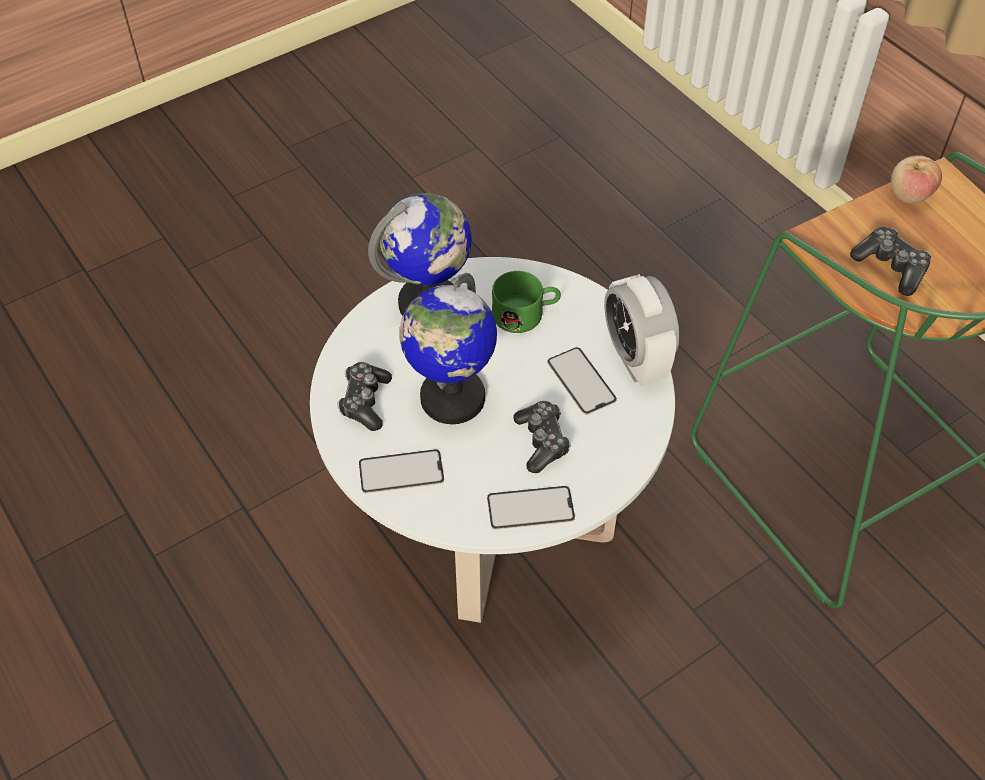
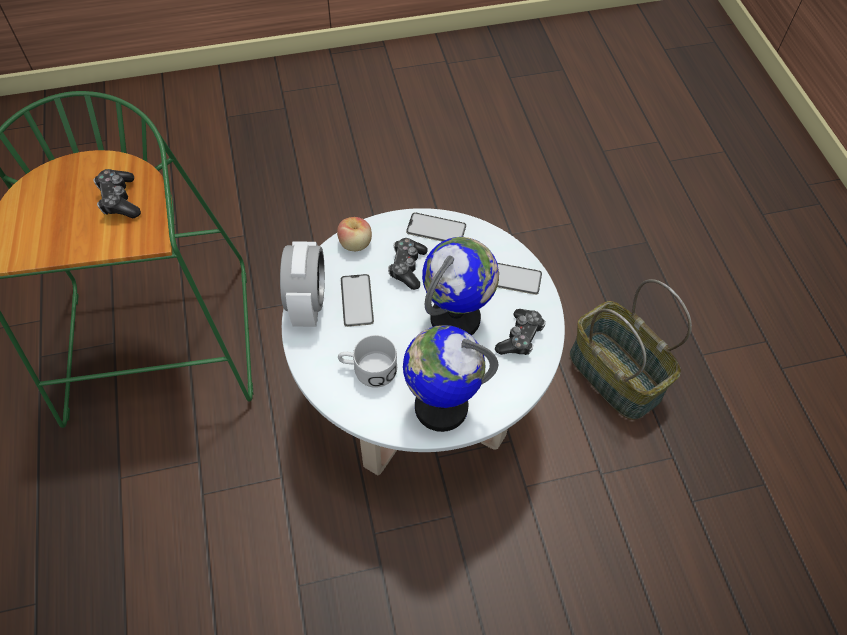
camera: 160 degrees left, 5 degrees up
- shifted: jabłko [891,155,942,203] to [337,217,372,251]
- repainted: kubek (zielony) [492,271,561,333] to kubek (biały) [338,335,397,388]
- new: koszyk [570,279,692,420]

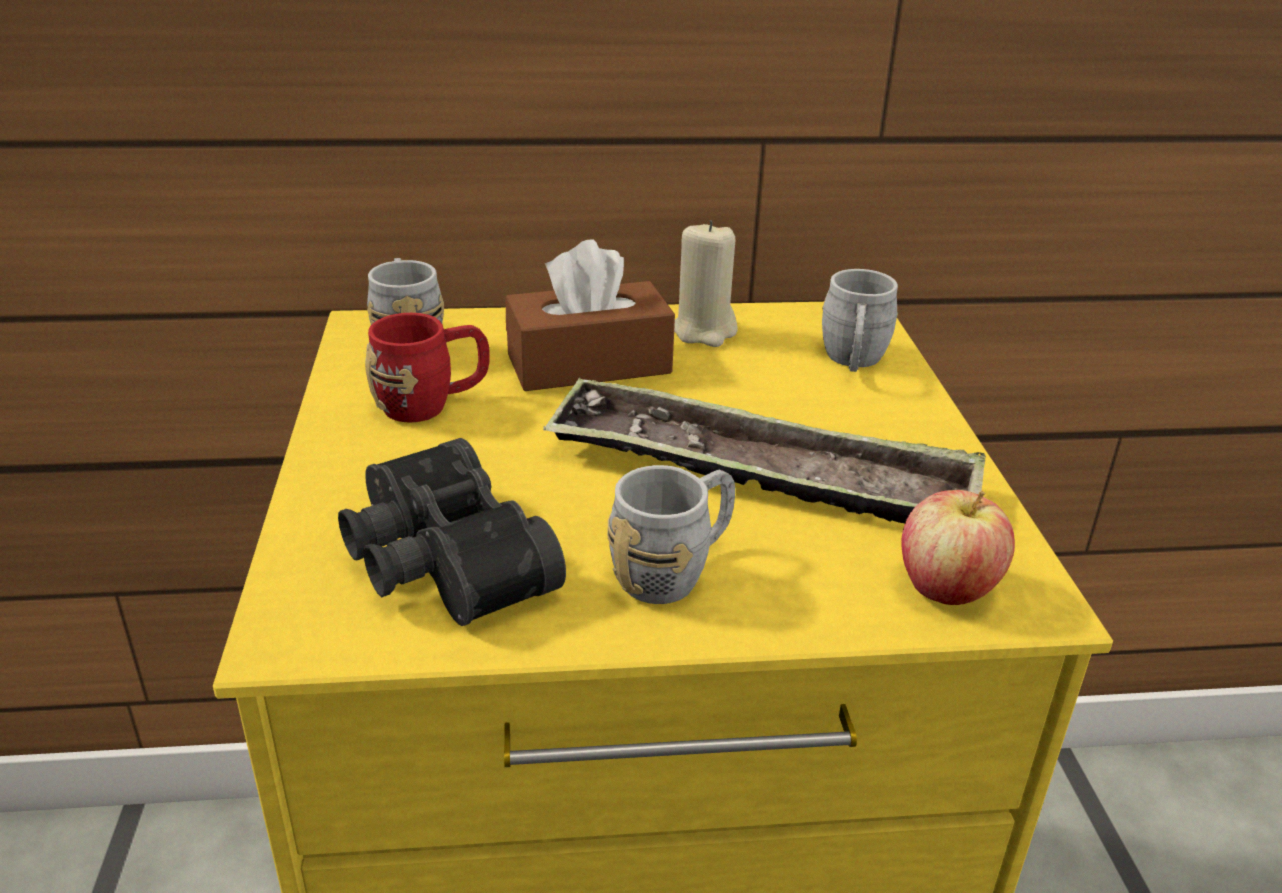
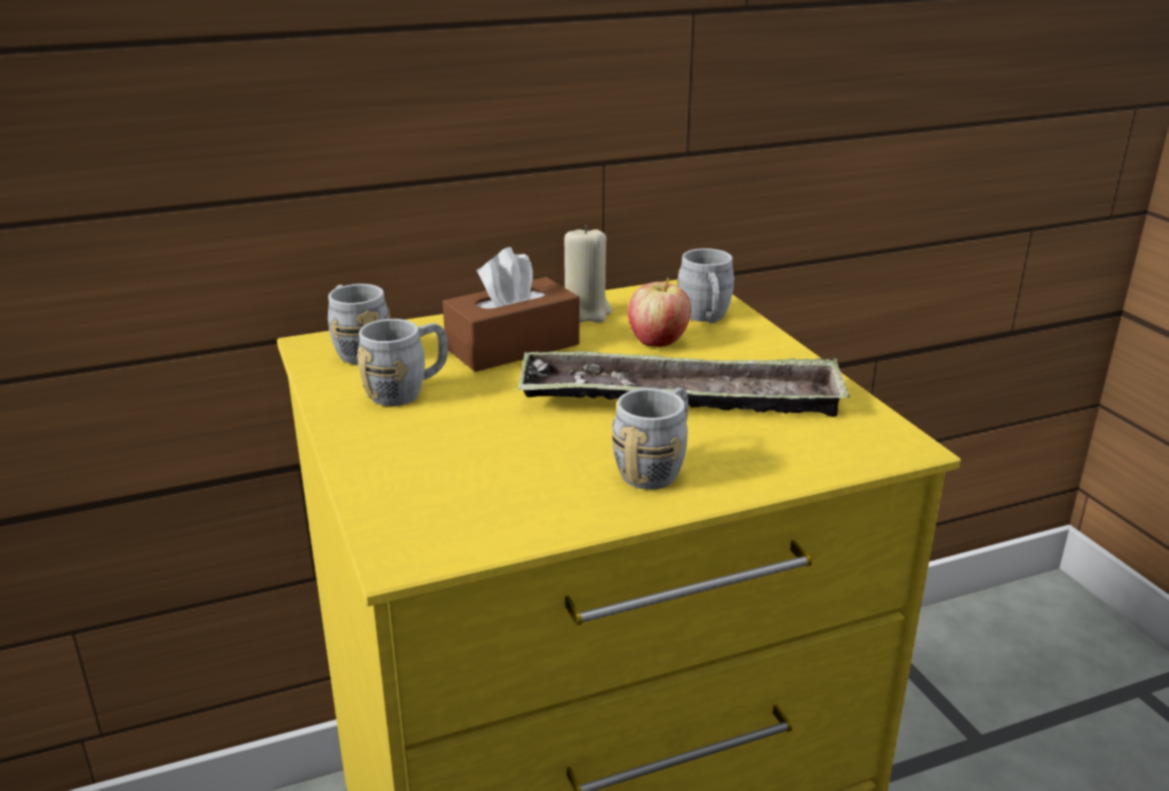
camera: 15 degrees left, 5 degrees down
- repainted: kubek (czerwony) [365,313,490,422] to kubek (szary) [357,319,448,406]
- shifted: jabłko [901,490,1015,605] to [628,278,691,347]
- gone: lornetka (czarny) [338,438,566,626]

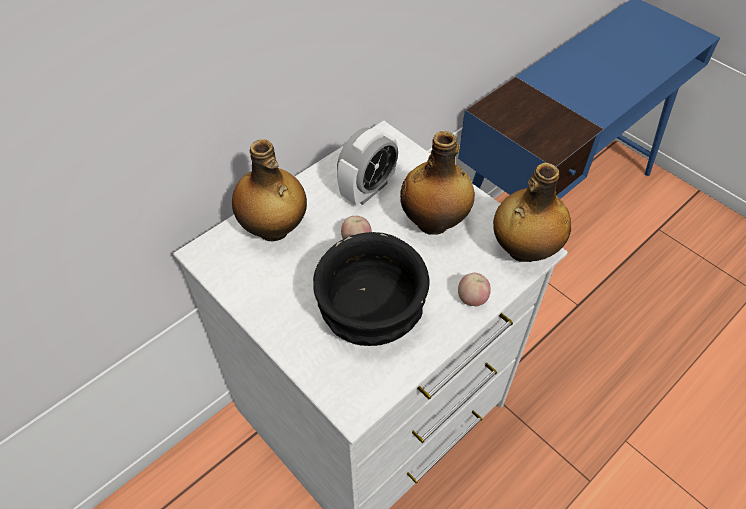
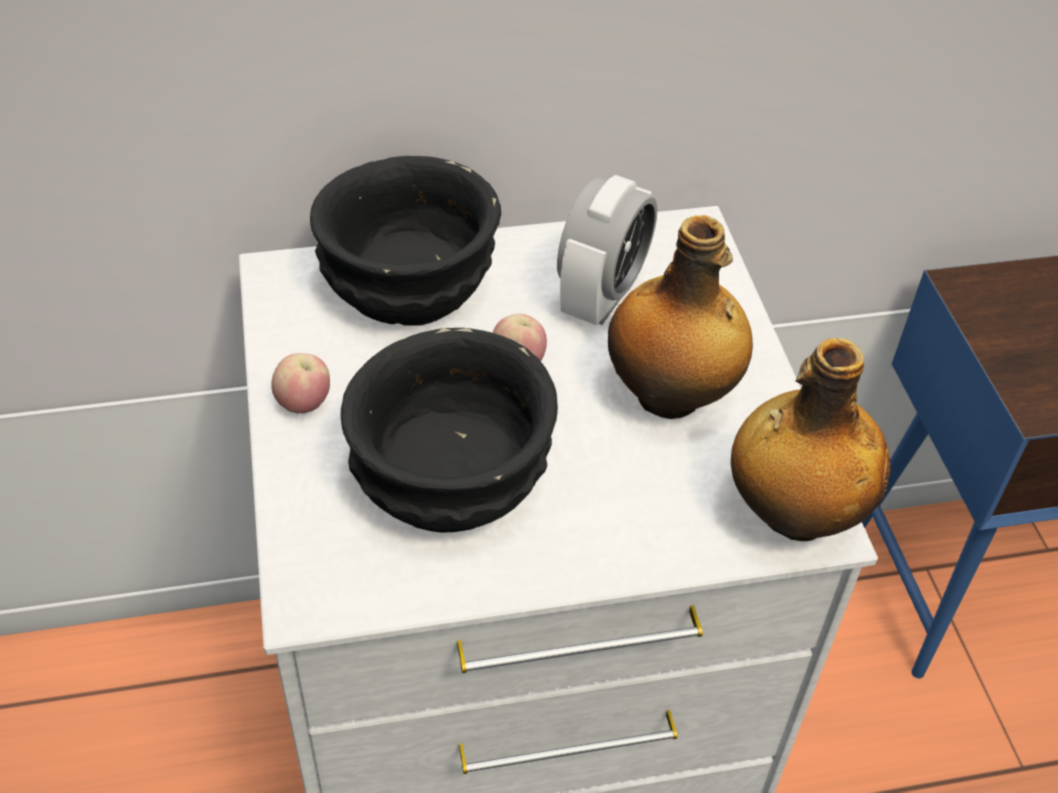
camera: 30 degrees right, 5 degrees down
- shifted: jabłko [458,273,491,306] to [271,353,330,414]
- swapped: butelka [232,139,307,241] to miska (czarny) [310,156,501,325]
- rotated: budzik [337,128,398,205] = [557,175,658,325] 45 degrees counterclockwise

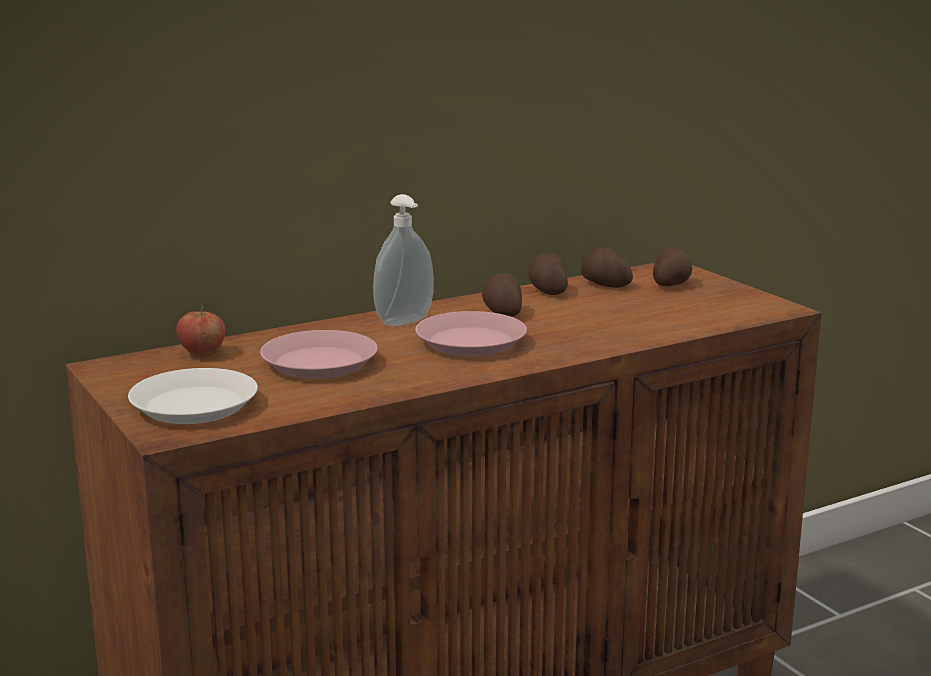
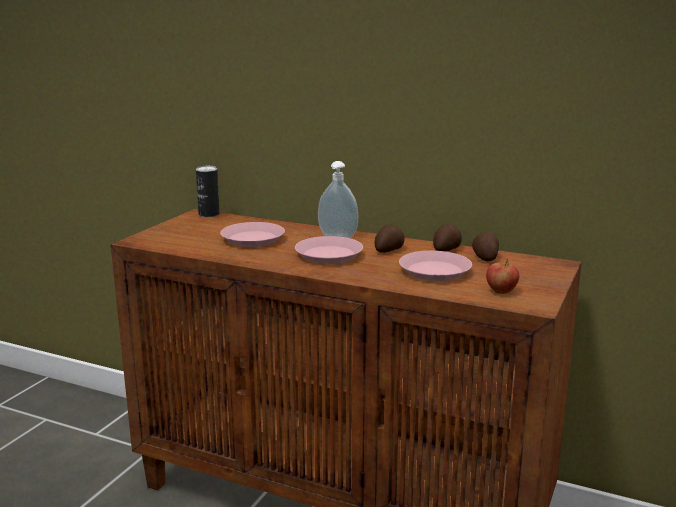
camera: 55 degrees right, 0 degrees up
- new: puszka [196,166,220,217]
- new: talerz (różowy) [399,251,472,281]
- shifted: jabłko [176,304,225,357] to [486,259,519,294]
- gone: talerz (biały) [128,368,258,424]
- gone: ziemniak [653,248,692,286]

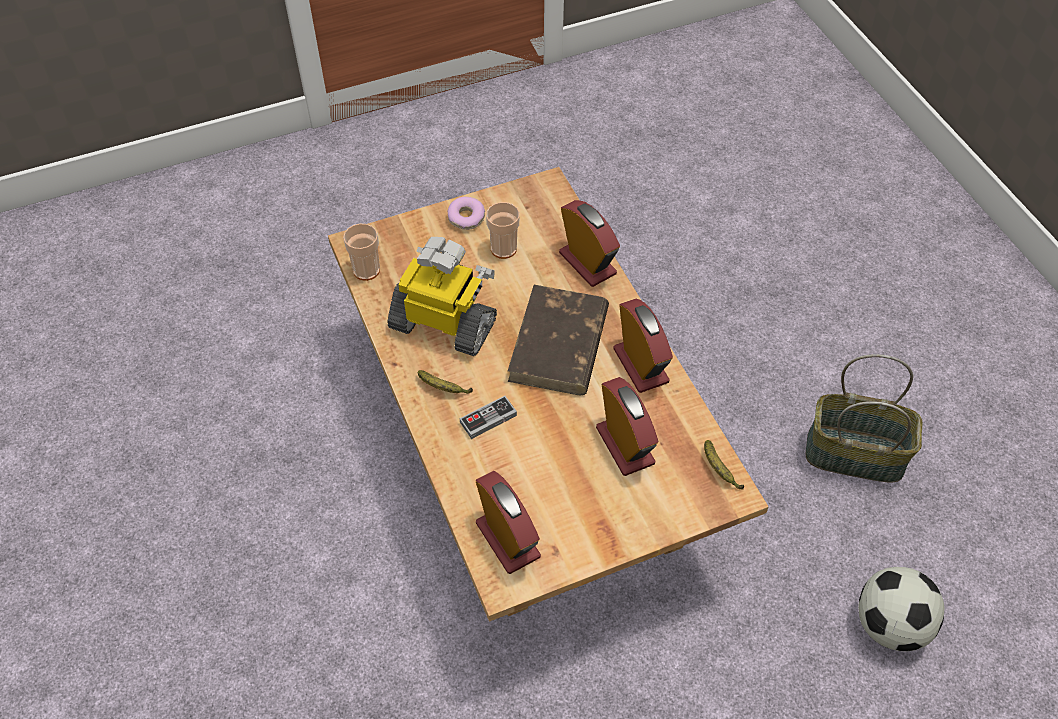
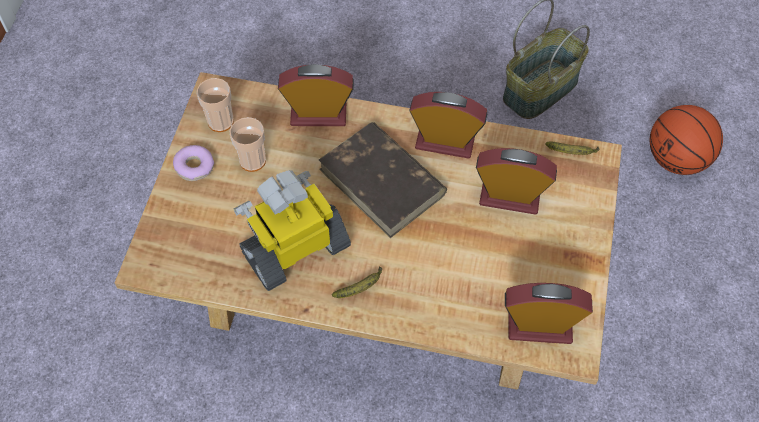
camera: 55 degrees left, 5 degrees up
- shifted: filiżanka [343,223,380,281] to [197,78,234,132]
- swapped: piłka futbolowa [858,567,944,651] to piłka do koszykówki [650,105,723,175]
- gone: pad do gier [460,396,517,439]

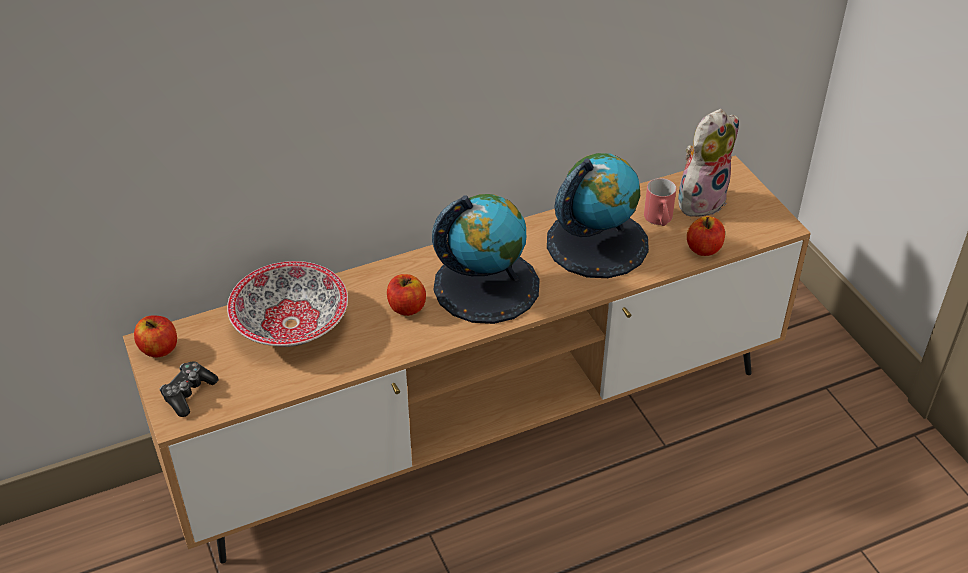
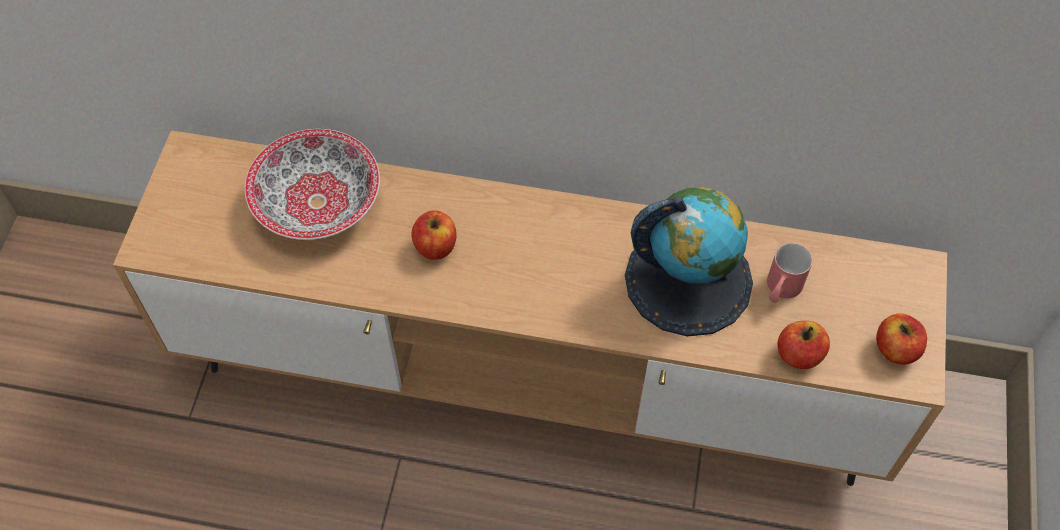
camera: 35 degrees right, 15 degrees up
- shifted: jabłko [134,315,177,357] to [876,313,927,365]
- gone: pad do gier [160,361,219,417]
- gone: globus [432,194,540,324]
- gone: pluszak [678,109,739,217]

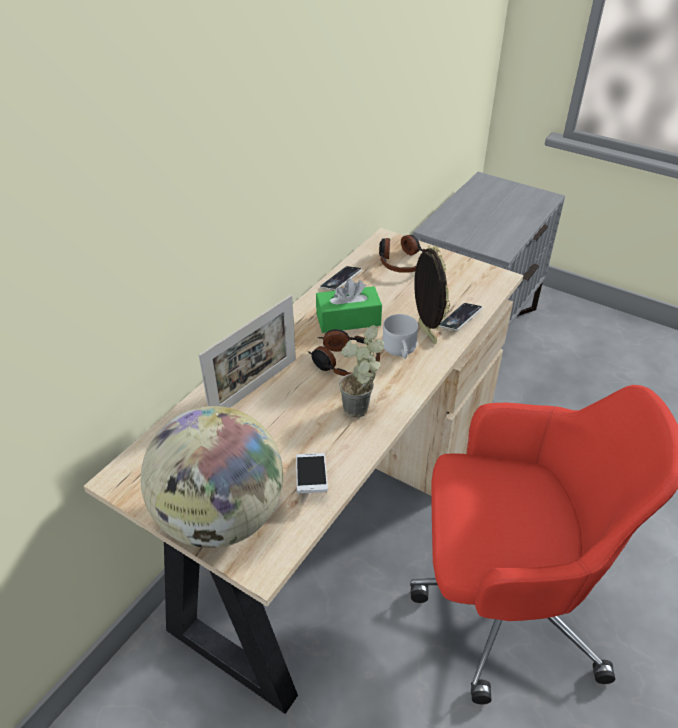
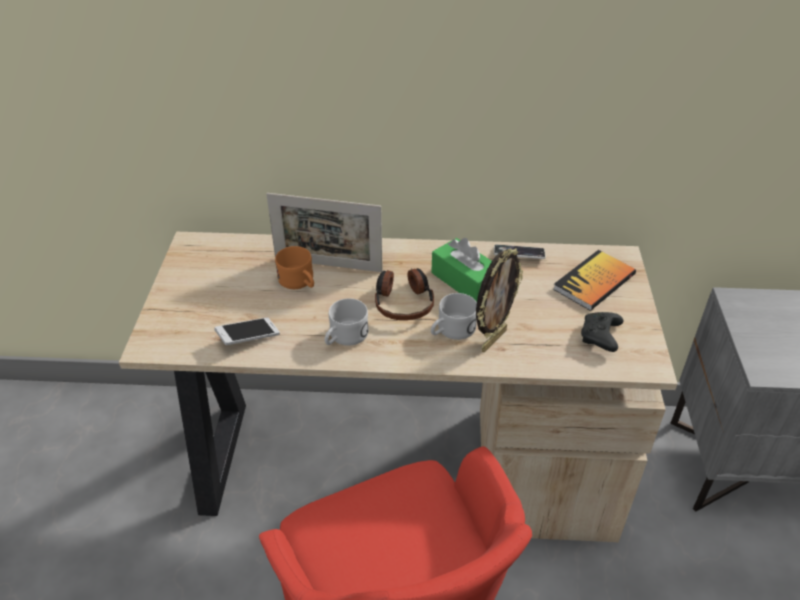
camera: 60 degrees right, 0 degrees up
- new: kubek (pomarańczowy) [275,246,314,289]
- swapped: roślina doniczkowa [339,325,385,418] to kubek (biały) [325,298,369,346]
- swapped: słuchawki [379,235,425,273] to książka [553,250,636,311]
- new: pad do gier (czarny) [581,312,624,352]
- gone: globus [141,406,283,548]
- gone: telefon [439,303,483,331]

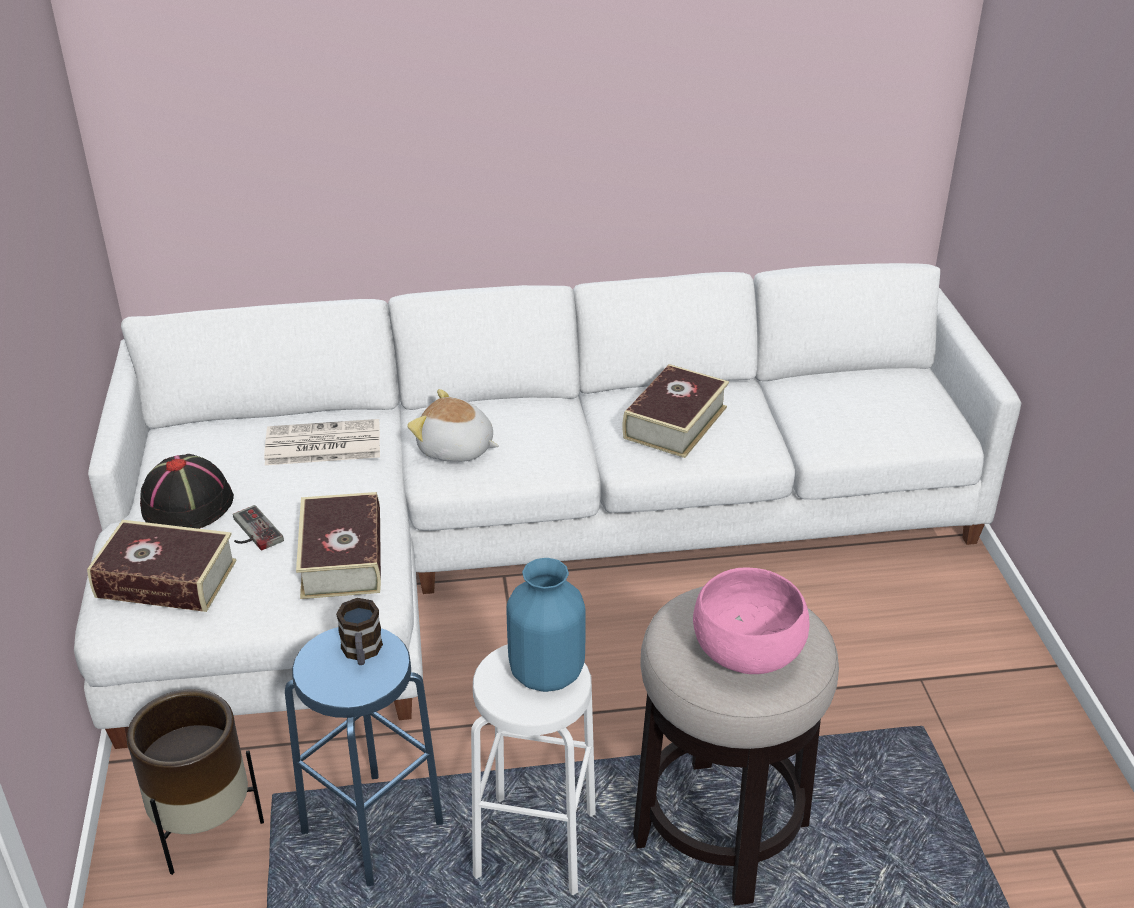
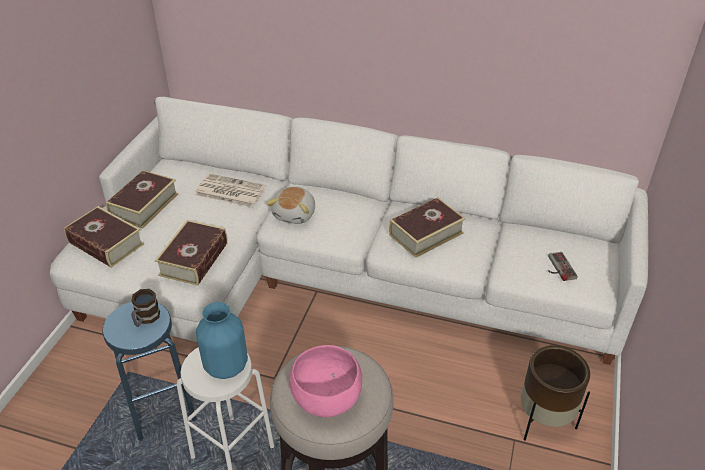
camera: 25 degrees right, 5 degrees up
- swapped: kapelusz (czarny) [140,454,234,529] to książka [106,170,178,228]
- rotated: pluszak [407,389,499,462] = [267,187,315,224] 120 degrees counterclockwise
- shifted: donica (brązowy) [127,689,264,875] to [521,345,590,441]
- shifted: pad do gier [233,505,284,551] to [548,252,578,281]

